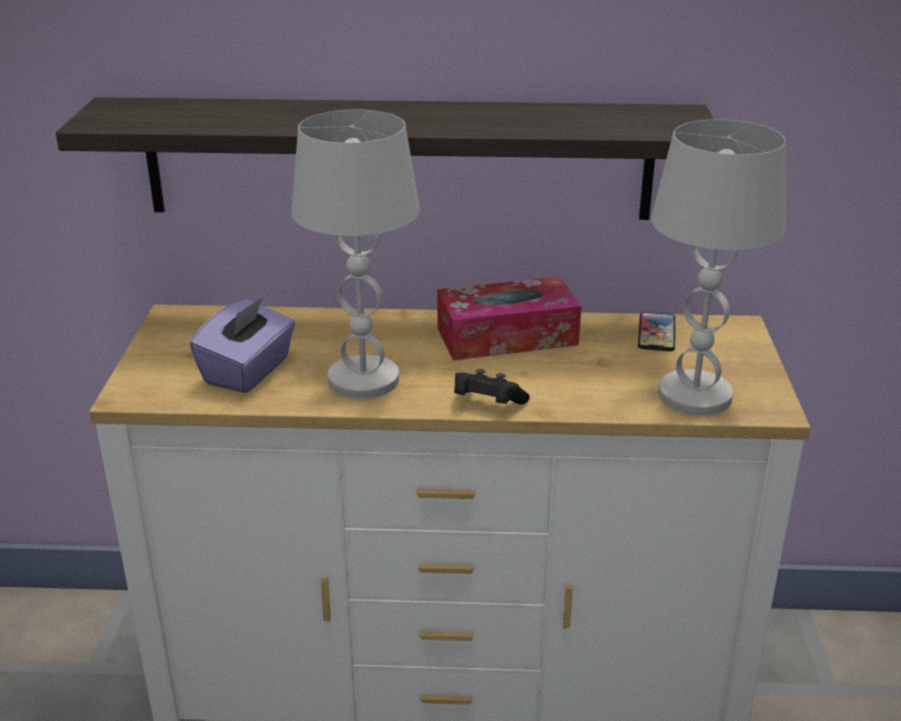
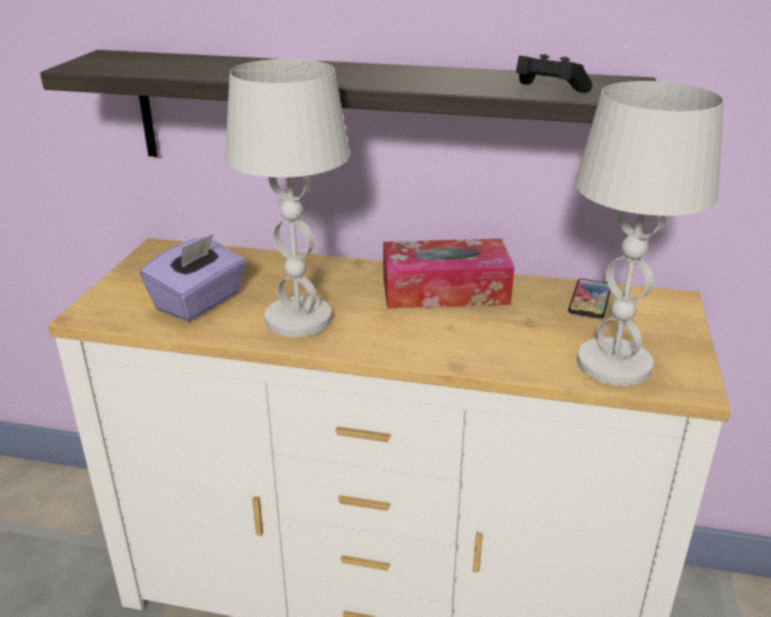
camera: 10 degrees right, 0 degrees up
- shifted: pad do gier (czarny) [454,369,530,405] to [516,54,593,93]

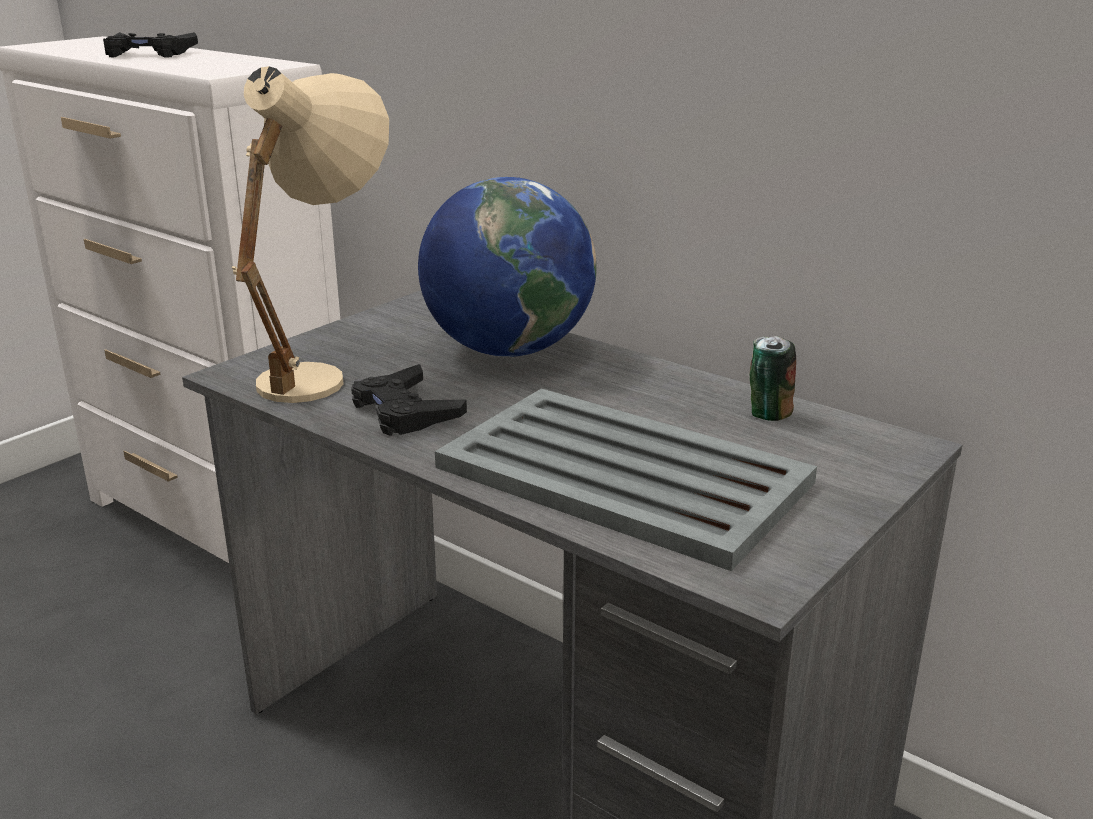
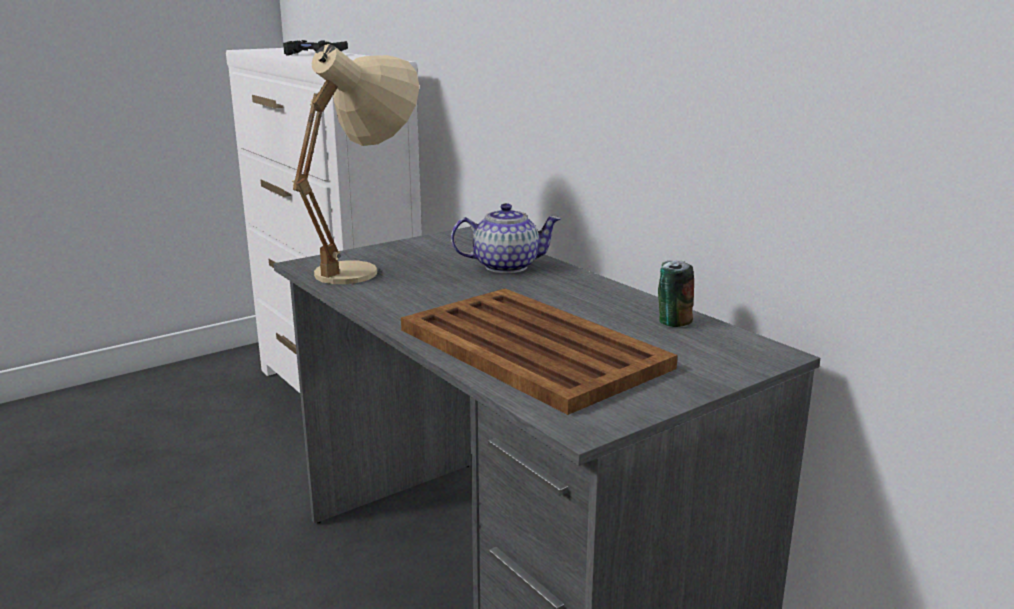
camera: 15 degrees right, 5 degrees down
- repainted: taca (szary) [435,388,817,571] to taca (brązowy) [401,289,678,415]
- swapped: globus [418,177,597,357] to imbryk [451,203,561,273]
- gone: pad do gier (czarny) [351,364,467,436]

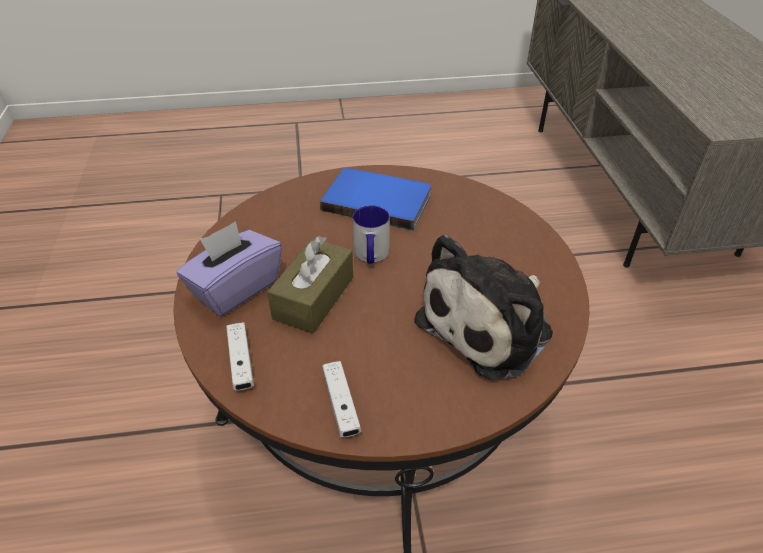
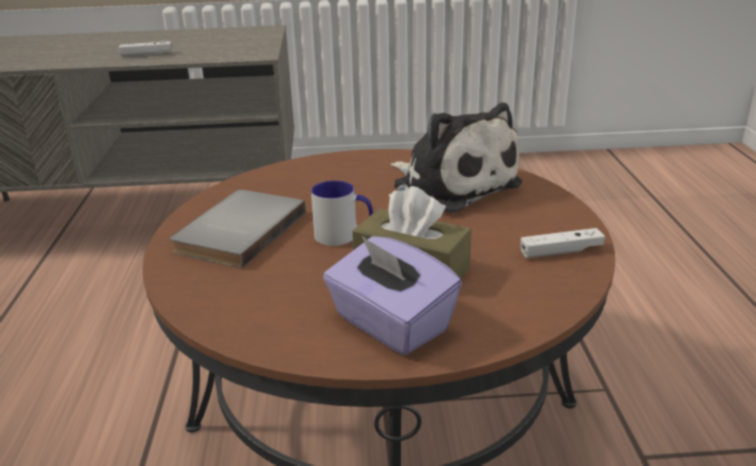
camera: 85 degrees left, 15 degrees down
- shifted: pad do gier (biały) [226,322,254,391] to [119,41,172,57]
- repainted: książka (niebieski) [320,168,431,230] to książka (szary) [170,190,306,268]

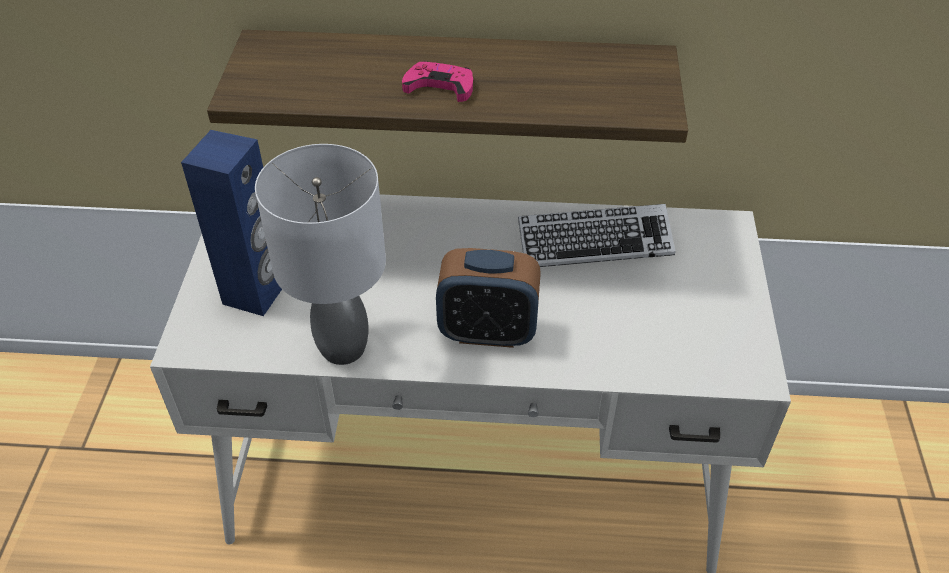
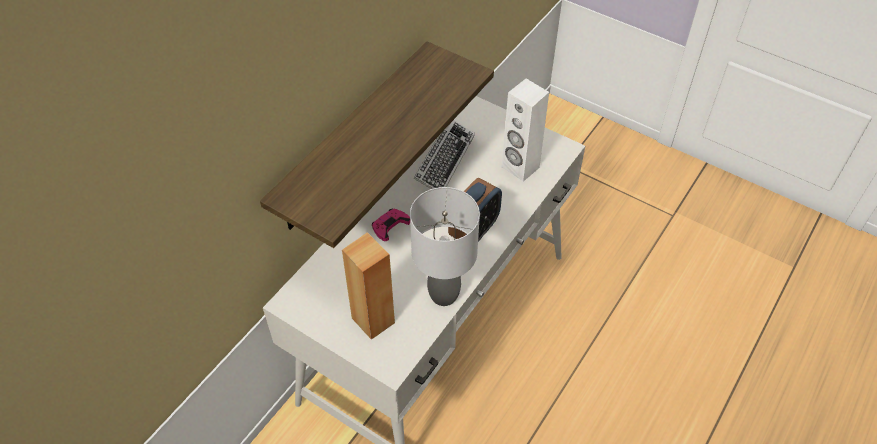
camera: 60 degrees left, 5 degrees up
- repainted: głośnik (niebieski) [181,130,282,316] to głośnik (brązowy) [342,232,395,340]
- shifted: pad do gier (różowy) [402,61,473,102] to [372,209,410,241]
- new: głośnik (biały) [502,79,549,182]

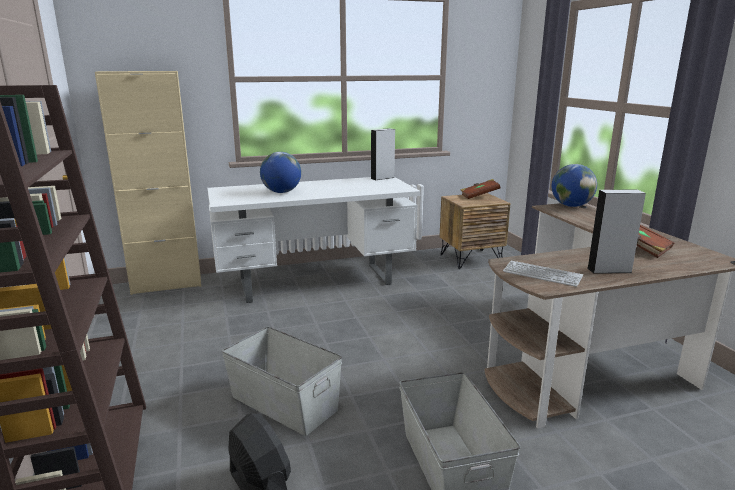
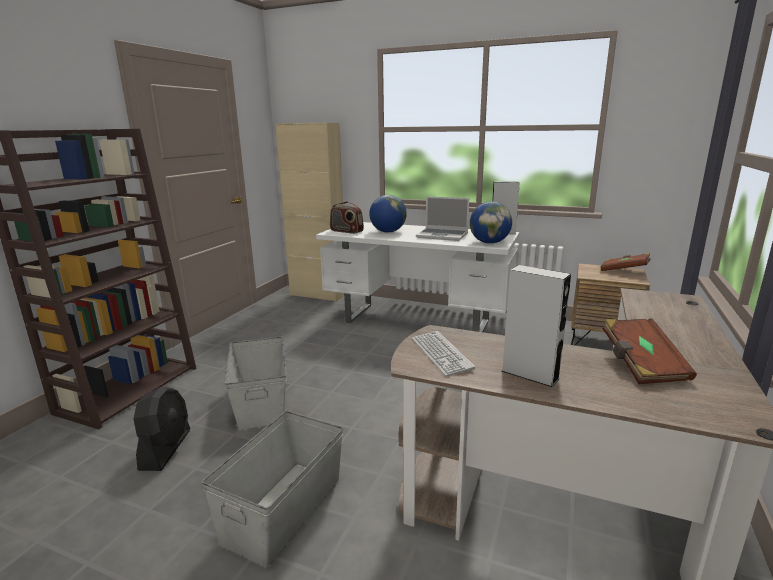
camera: 40 degrees right, 0 degrees up
- new: radio [330,201,364,234]
- new: laptop [416,196,469,241]
- shifted: globus [552,164,597,207] to [470,202,512,244]

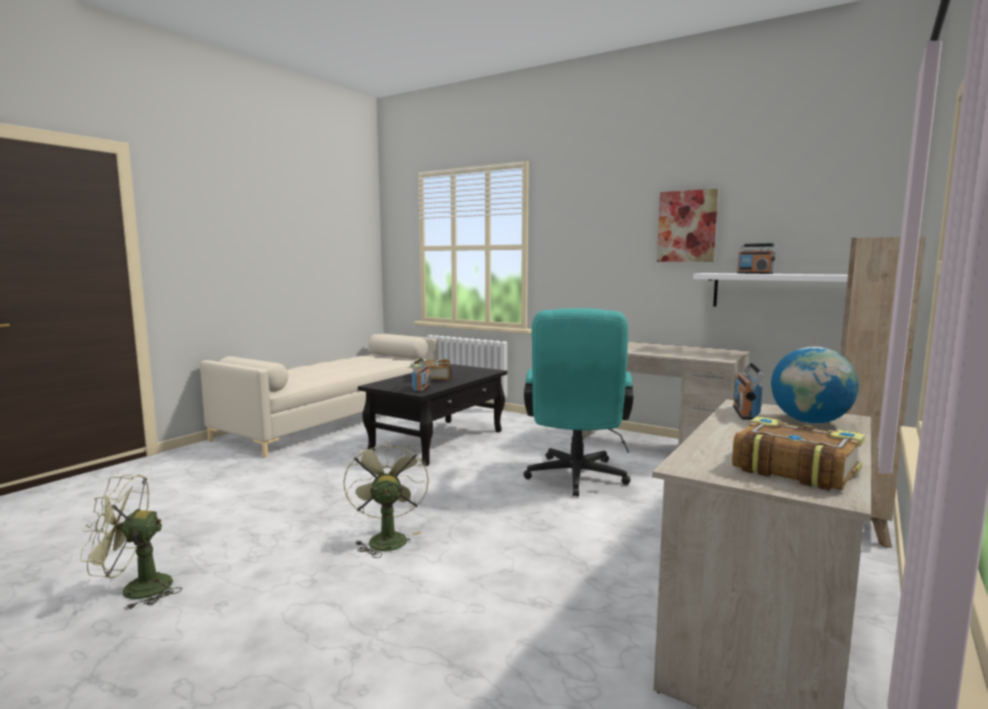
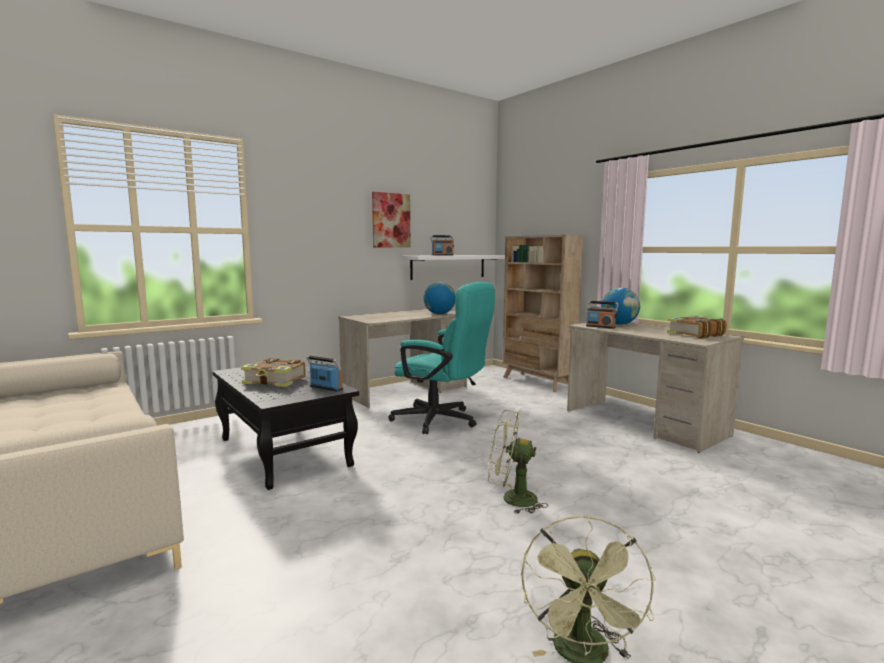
camera: 70 degrees left, 0 degrees up
- new: globus [424,282,455,314]

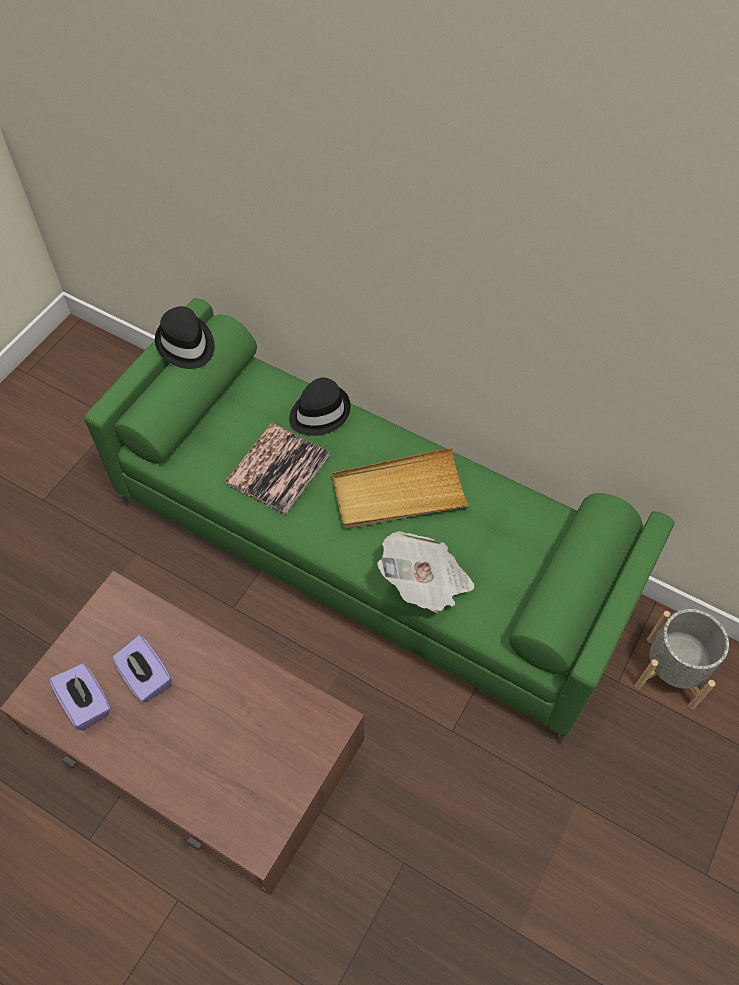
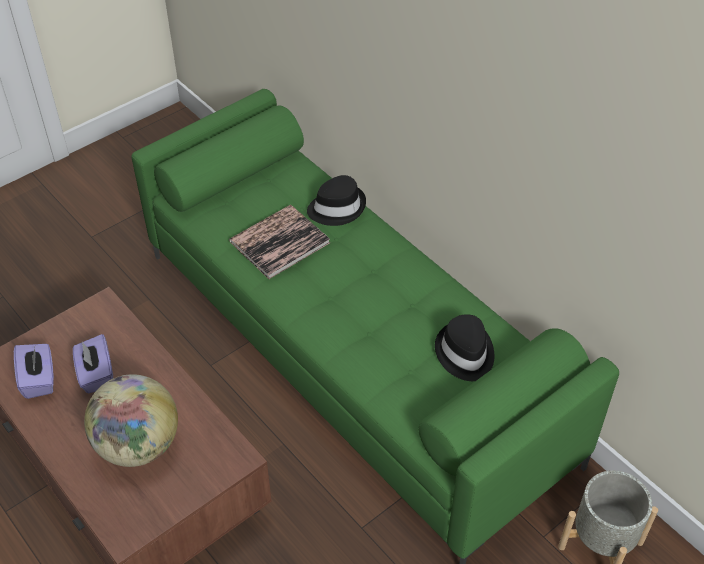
camera: 20 degrees right, 10 degrees down
- new: globus [84,374,178,467]
- shifted: kapelusz (czarny) [155,306,215,369] to [435,314,494,381]
- gone: taca (beżowy) [332,447,470,529]
- gone: gazeta [377,531,474,613]

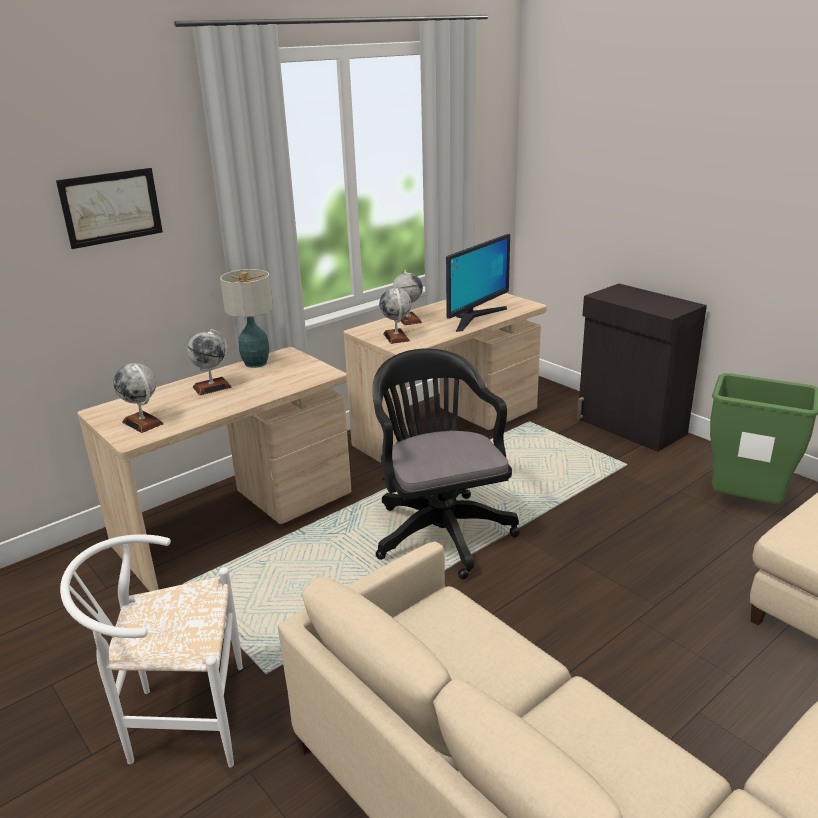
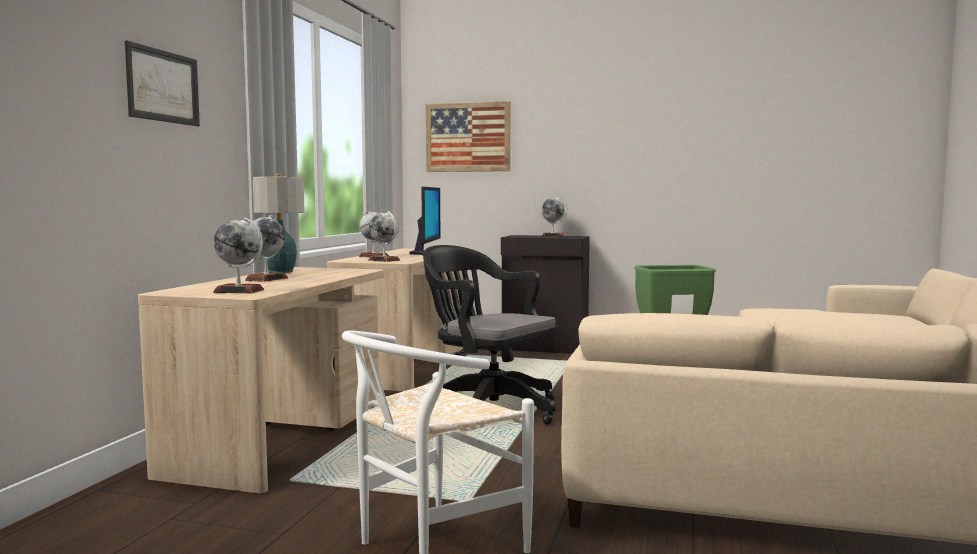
camera: 35 degrees left, 20 degrees down
- new: obraz [426,101,510,172]
- new: globus [541,197,567,237]

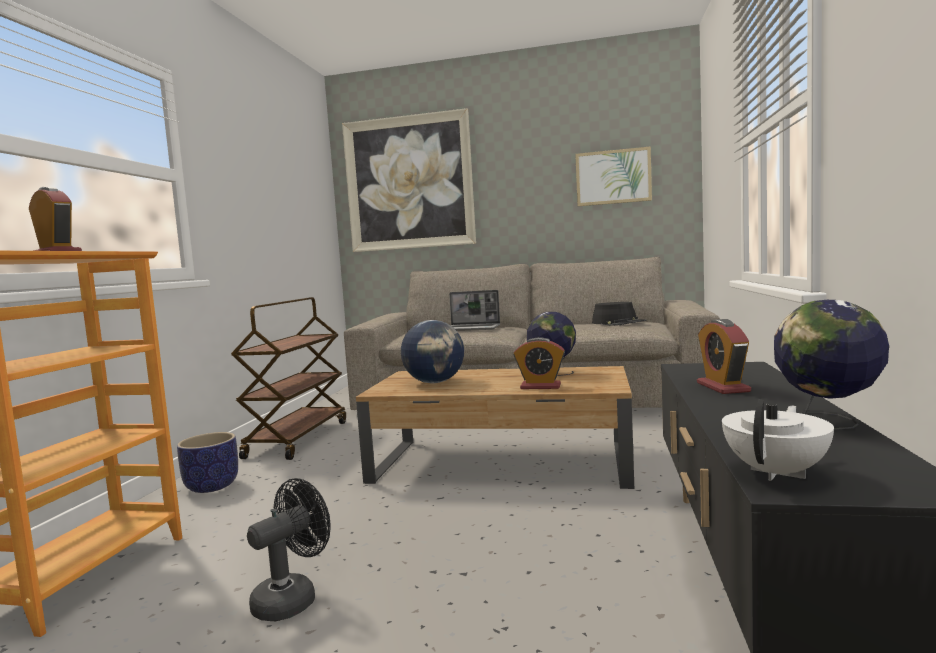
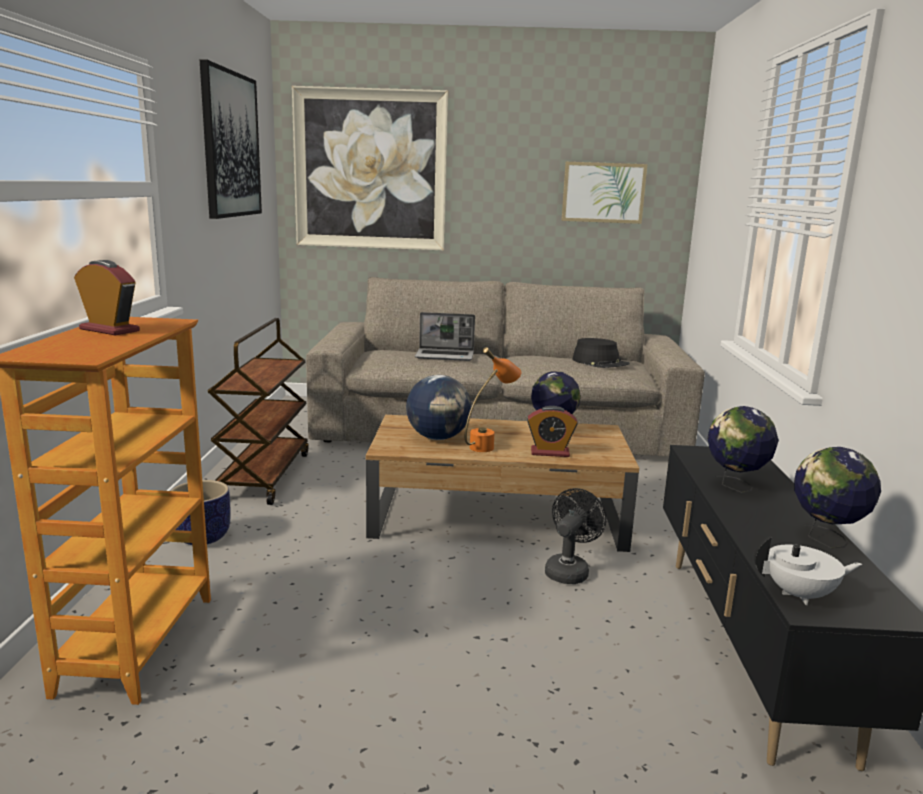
camera: 10 degrees left, 10 degrees up
- new: obraz [199,59,262,219]
- new: lampa stołowa (pomarańczowy) [465,347,521,452]
- shifted: wentylator (czarny) [247,478,331,621] to [545,488,606,584]
- swapped: budzik [697,319,751,394] to globus [707,406,779,493]
- rotated: imbryk (biały) [722,400,834,481] = [754,536,862,605] 60 degrees clockwise

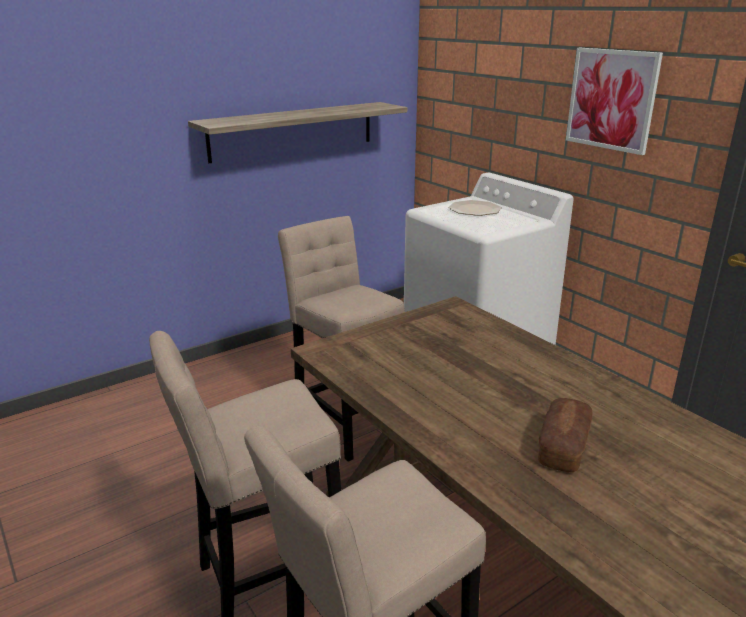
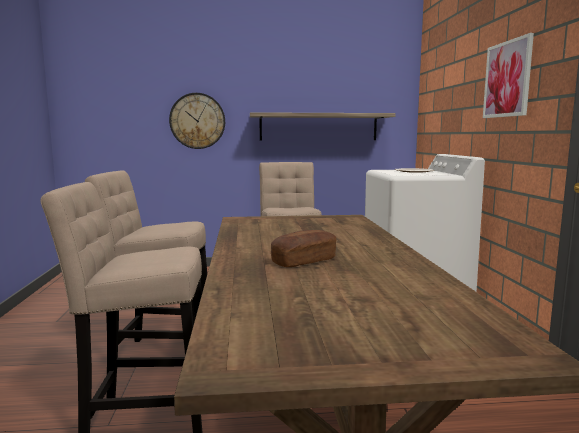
camera: 30 degrees right, 15 degrees down
- new: zegar ścienny [169,93,225,149]

